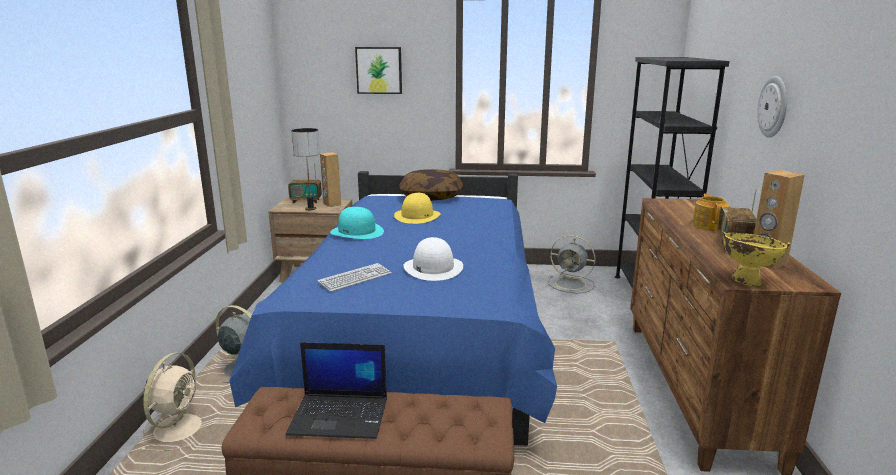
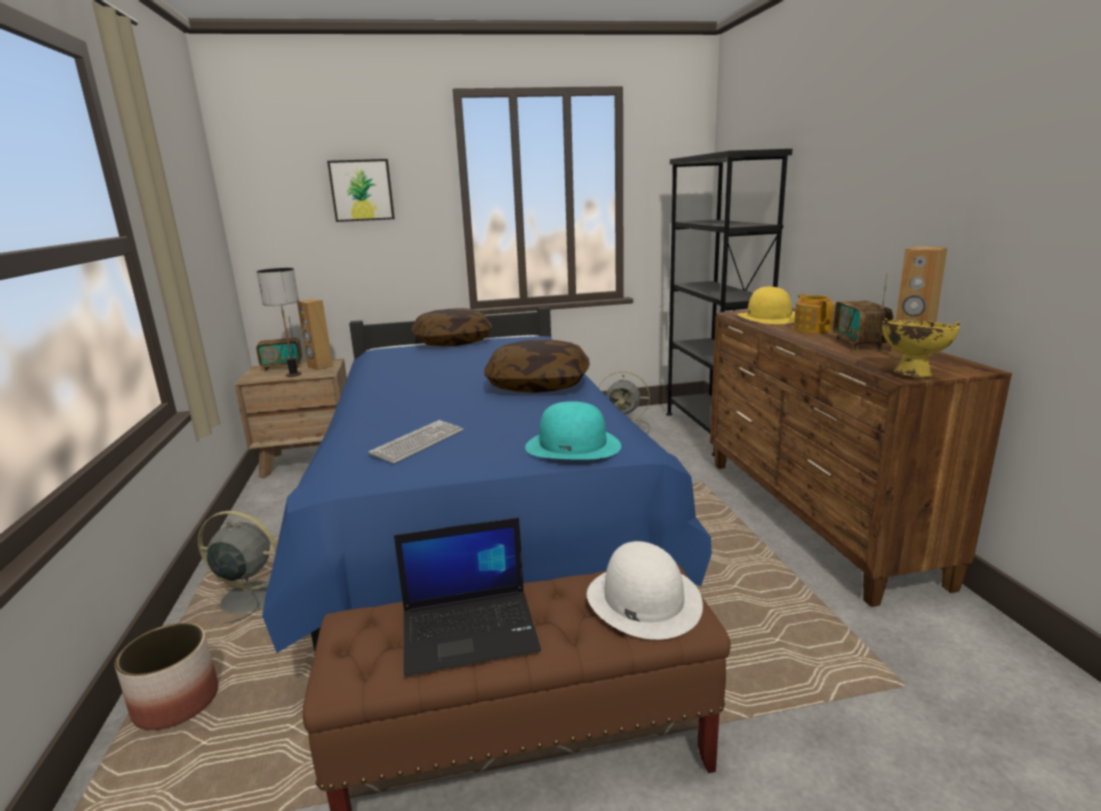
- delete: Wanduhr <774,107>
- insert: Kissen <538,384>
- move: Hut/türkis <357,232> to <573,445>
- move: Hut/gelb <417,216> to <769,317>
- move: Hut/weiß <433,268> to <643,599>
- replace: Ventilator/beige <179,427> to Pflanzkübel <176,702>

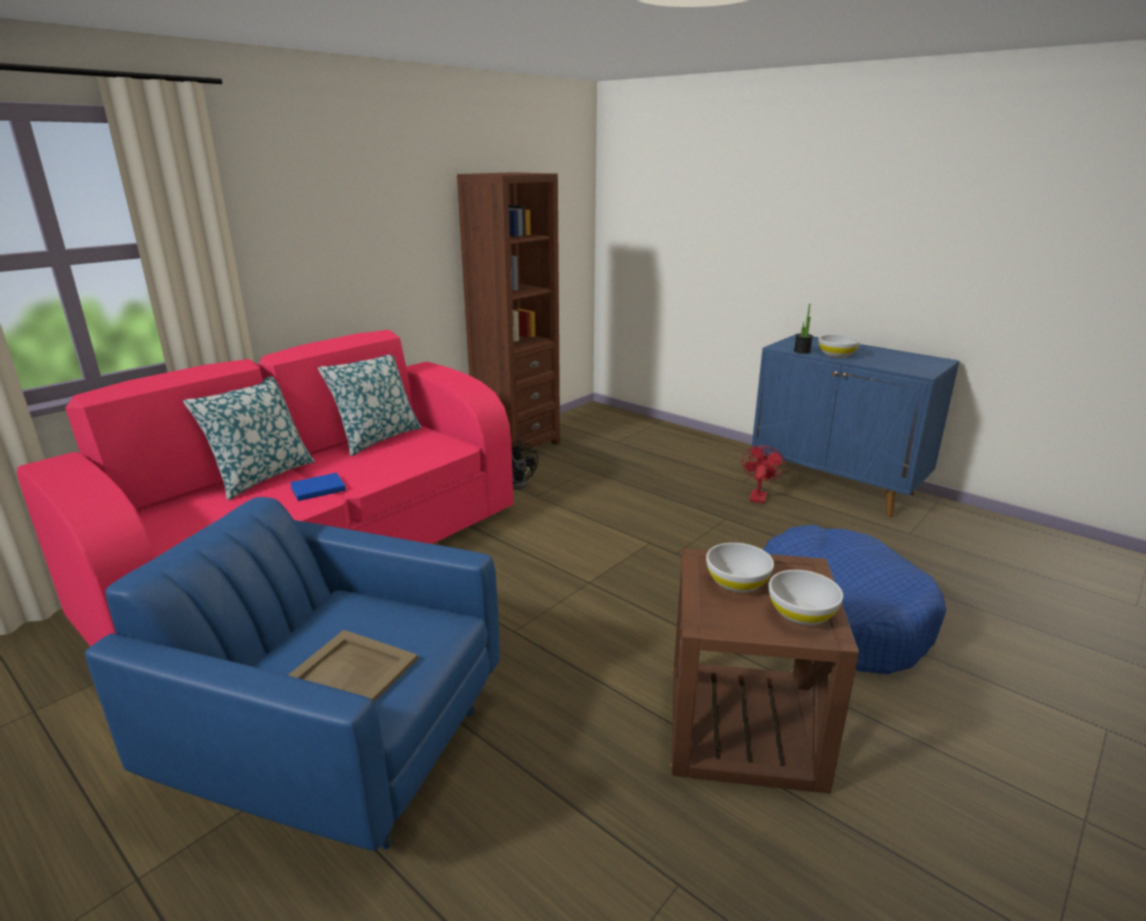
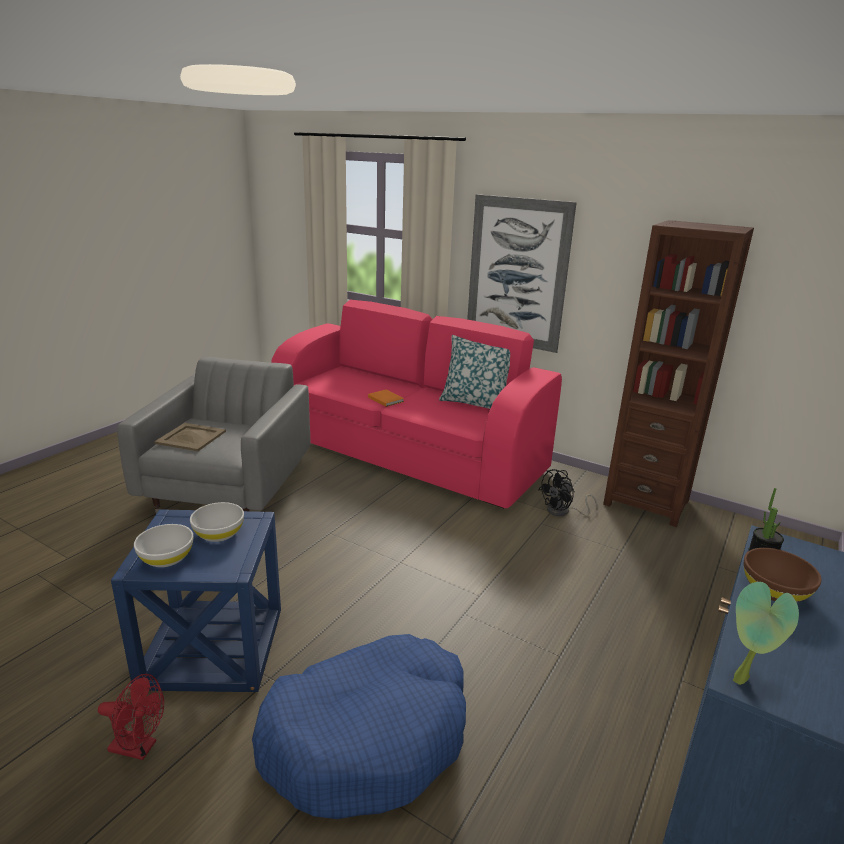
- delete: Kissen <262,476>
- insert: Bild <517,273>
- insert: Topfpflanze <743,682>
- move: Ventilator/rot <758,495> to <139,747>
- recolor: Sessel/blau <336,745> to Sessel/grau <229,490>
- recolor: Buch/blau <316,489> to Buch/orange <385,399>
- recolor: Beistelltisch/braun <743,726> to Beistelltisch/blau <213,647>
- recolor: Schüssel/weiß <836,355> to Schüssel/braun <774,591>

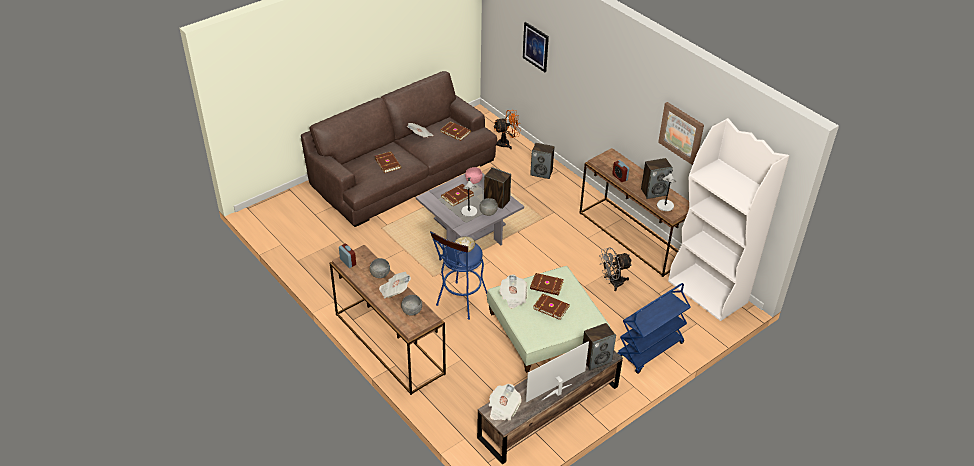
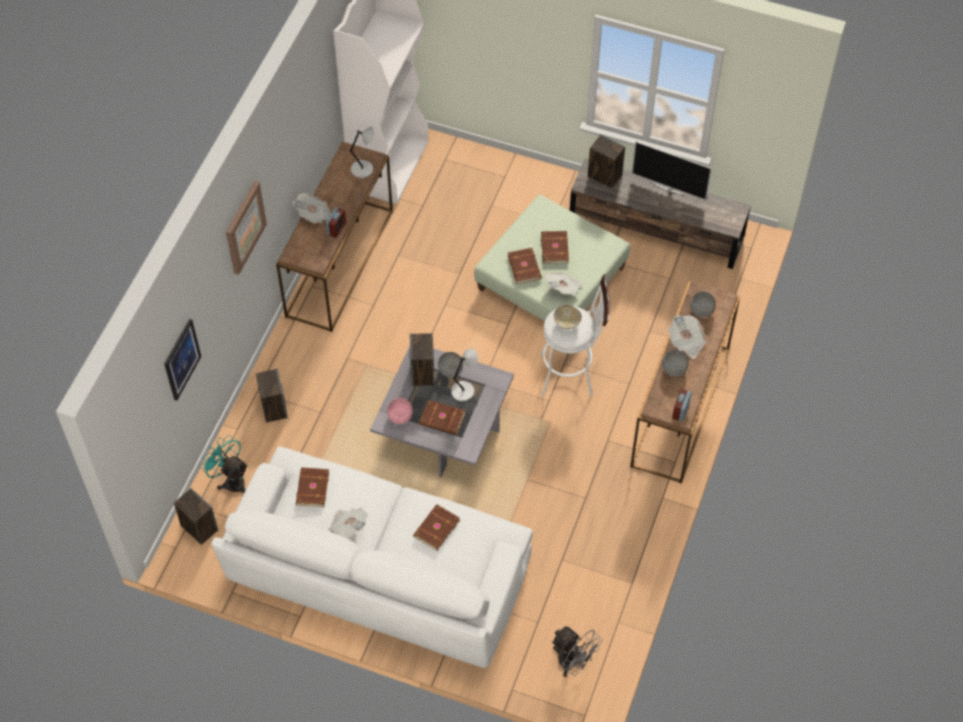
- delete: Rollwagen/blau <650,350>
- move: Zeitung <503,409> to <314,215>
- move: Ventilator/grau <612,283> to <573,663>
- move: Lautsprecher <654,192> to <199,528>
- move: Bild <681,133> to <244,227>
- recolor: Sofa/braun <403,172> to Sofa/weiß <378,571>
- recolor: Hocker/blau <460,303> to Hocker/weiß <572,374>
- recolor: Ventilator/orange <506,143> to Ventilator/türkis <231,480>

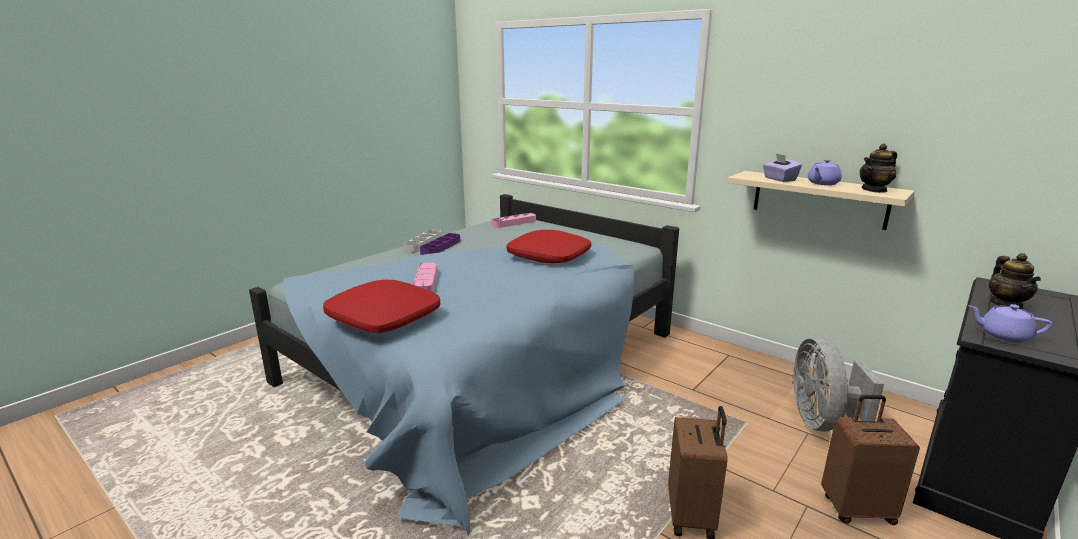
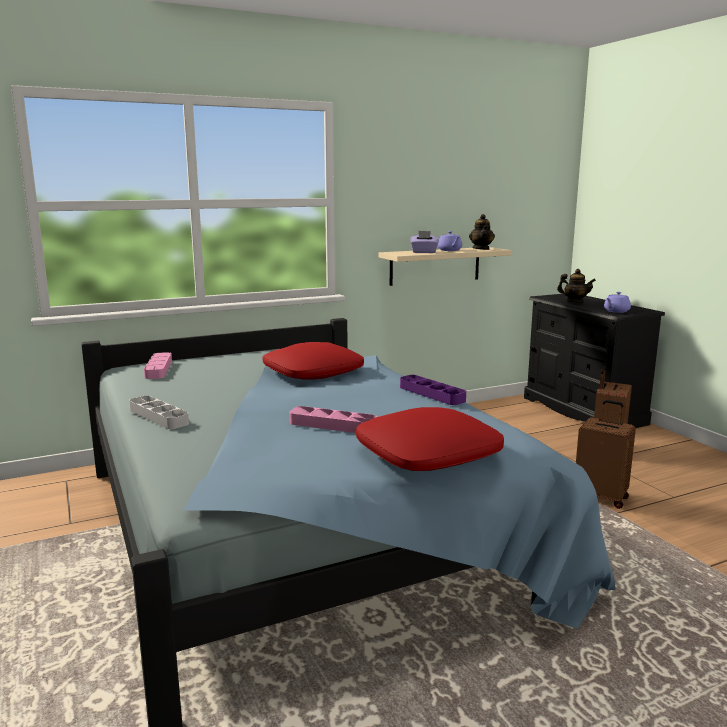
- delete: Ventilator/grau <821,421>
- move: Tablett/lila <441,247> to <431,394>

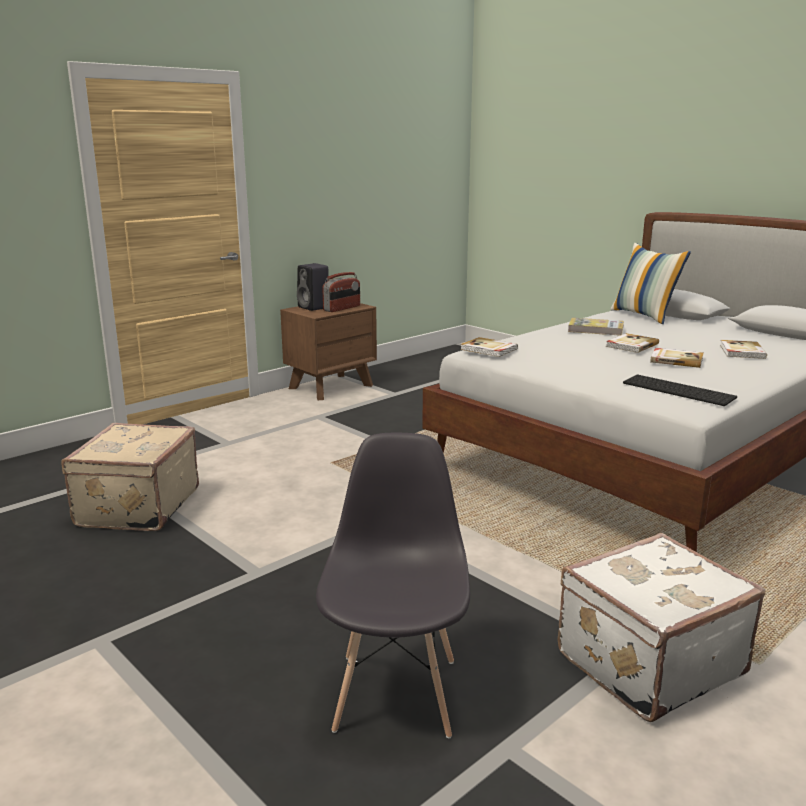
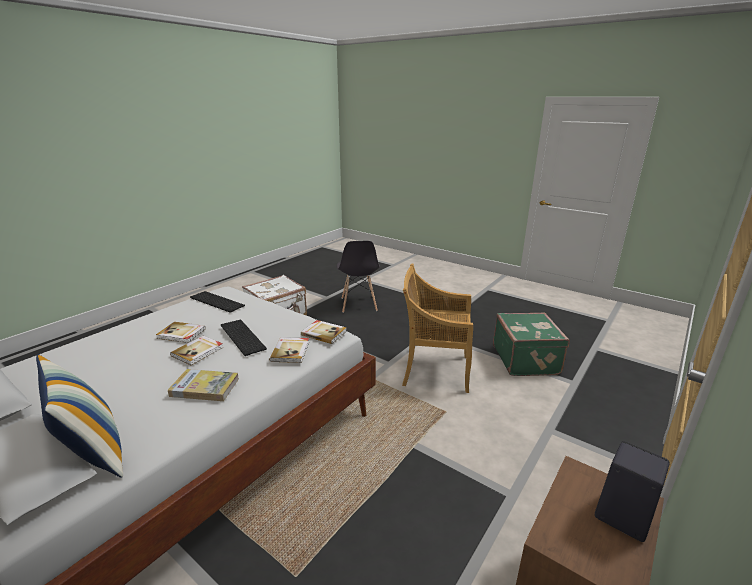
- delete: Radio <342,308>
- insert: Tastatur <241,337>
- insert: Stuhl/beige <434,370>
- move: Buch <741,351> to <291,351>
- recolor: Koffer/beige <136,507> to Koffer/grün <526,360>

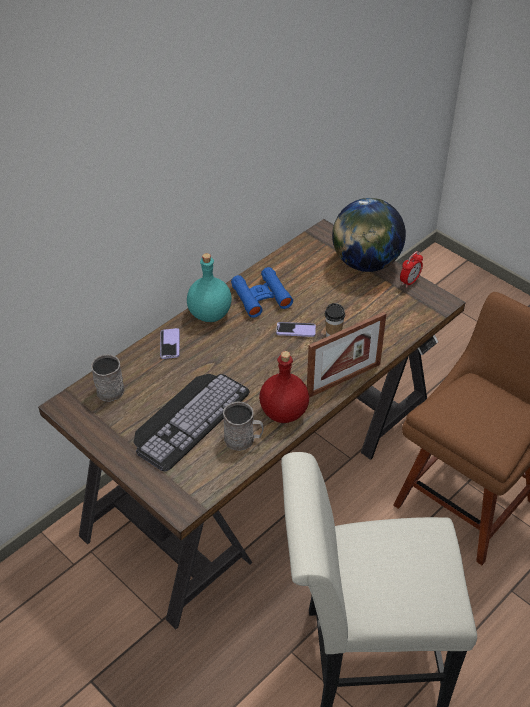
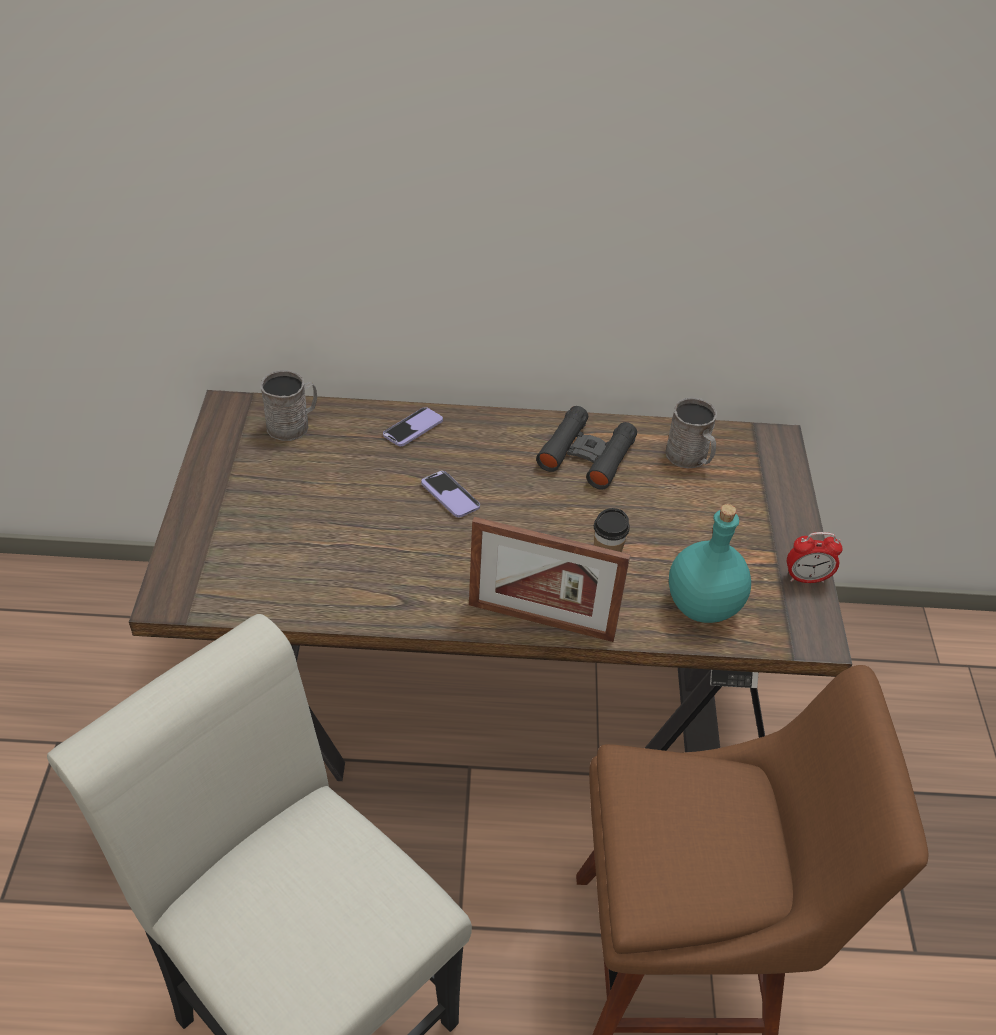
- delete: Tastatur <188,416>
- delete: Flasche/rot <284,412>
- delete: Globus <365,263>
- move: Flasche/türkis <209,314> to <702,604>
- move: Henkelbecher/grau <243,439> to <690,458>
- move: Handy <296,330> to <450,495>
- recolor: Fernglas/blau <261,297> to Fernglas/schwarz <586,455>

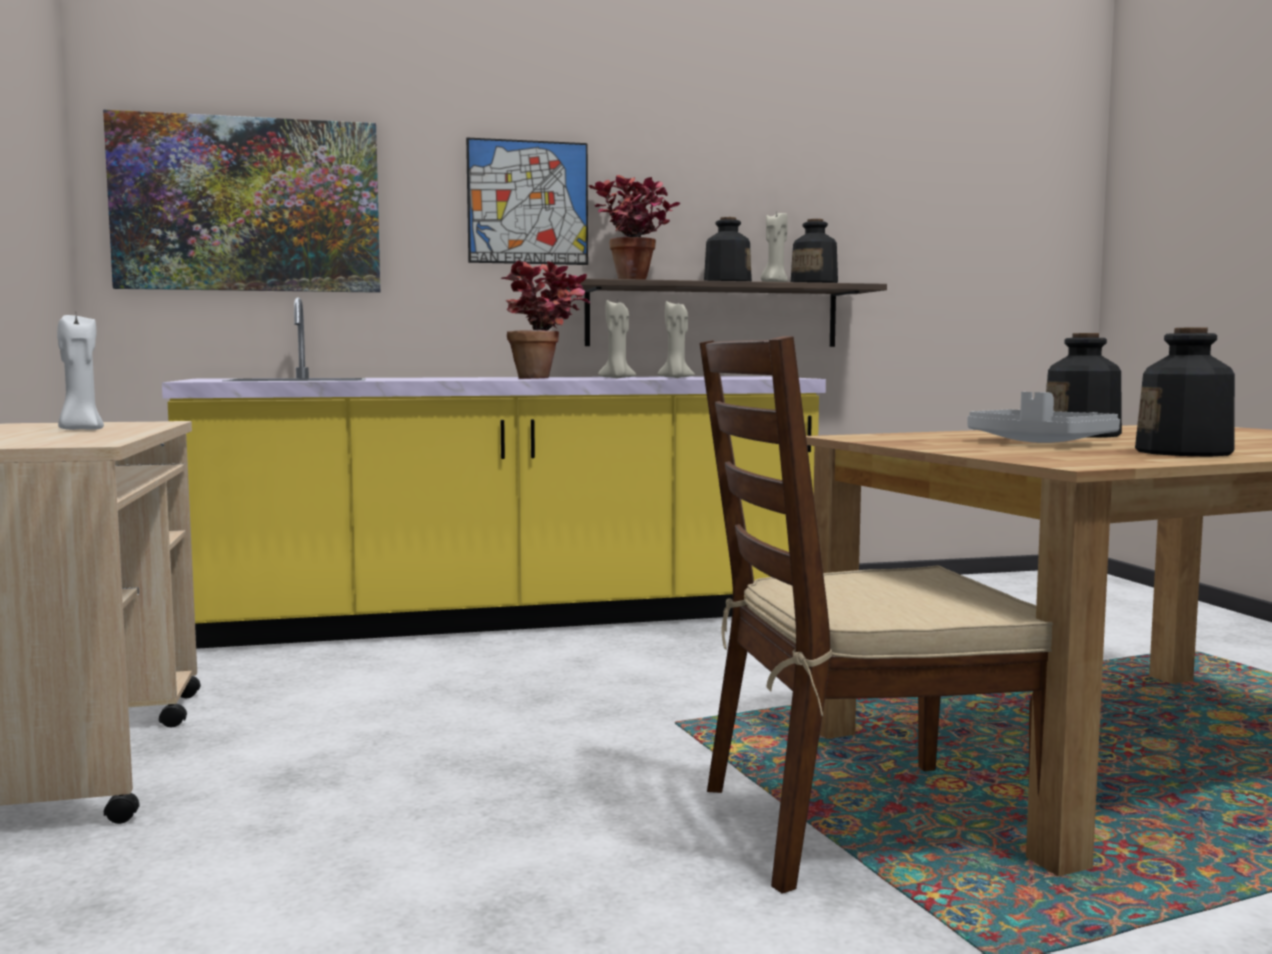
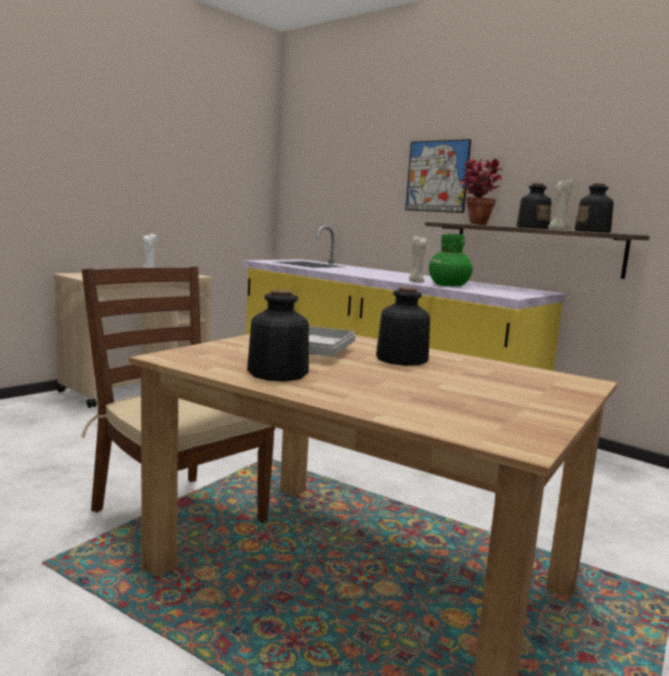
- delete: Bild <248,205>
- delete: Topfpflanze <546,378>
- replace: Kerze/beige <676,378> to Vase/grün <448,286>

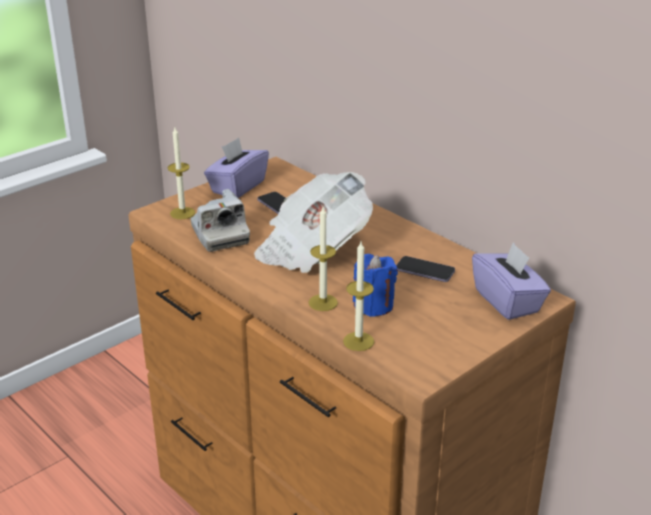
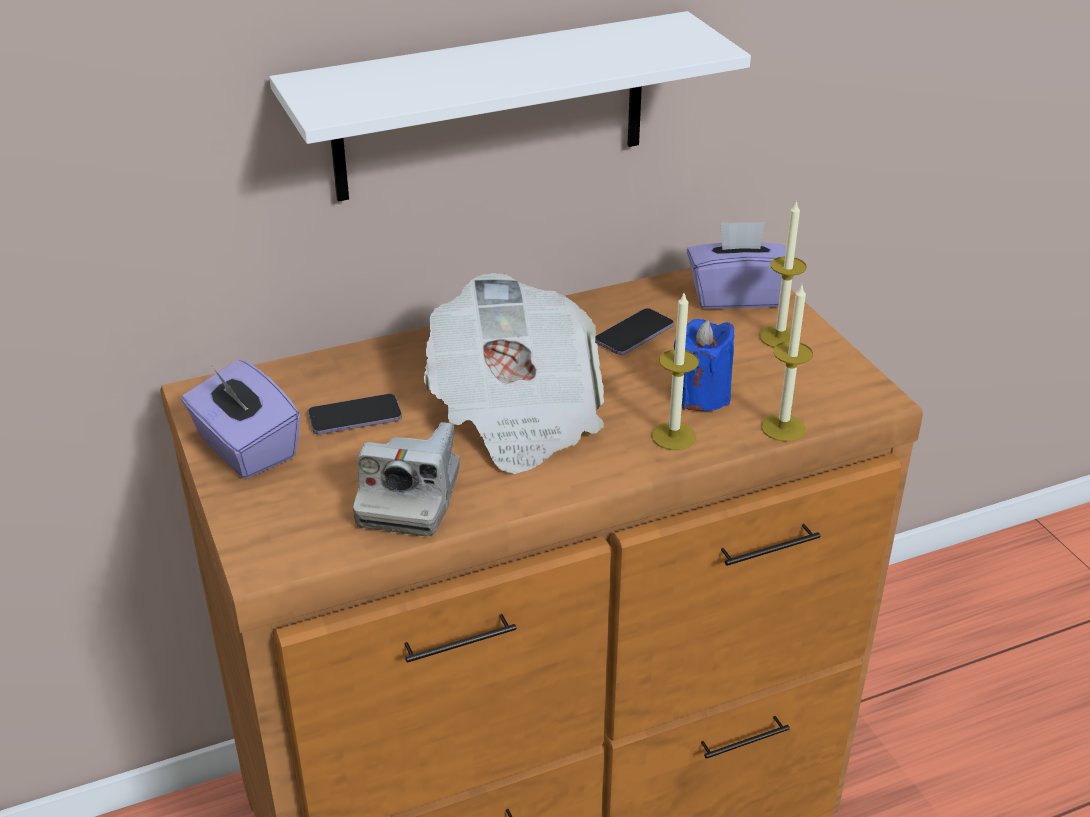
- insert: Wandregal/weiß <490,107>
- move: Kerze <182,213> to <779,337>
- rotate: Kamera <219,235> = <409,499> 105 degrees clockwise

